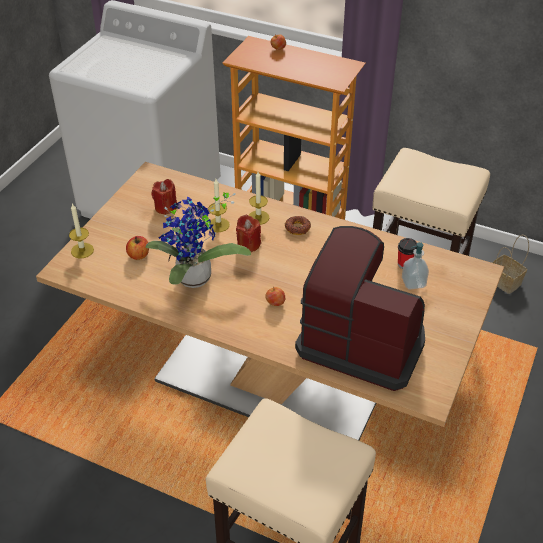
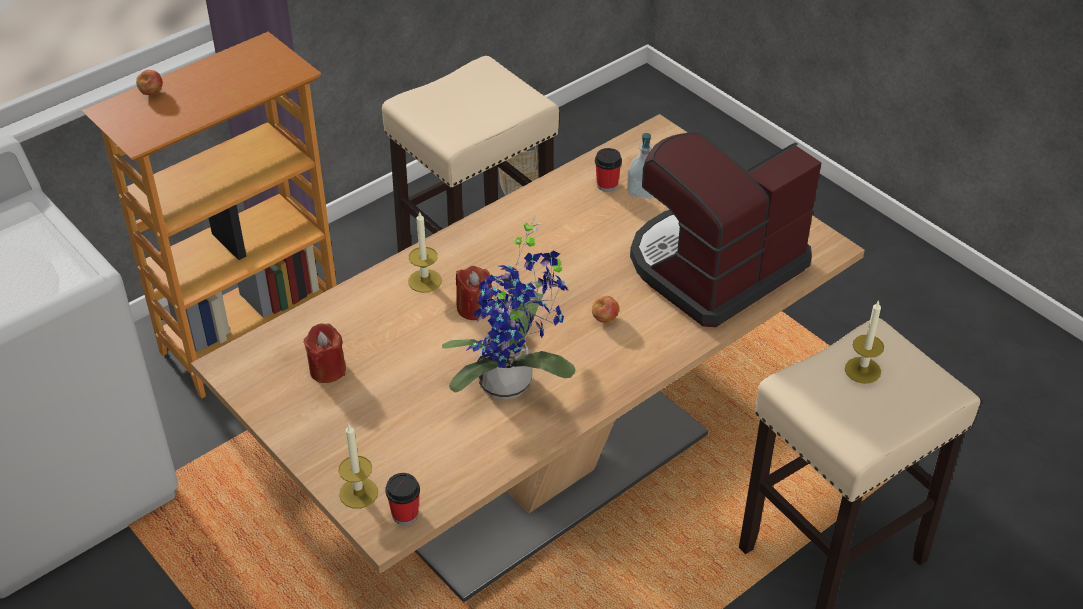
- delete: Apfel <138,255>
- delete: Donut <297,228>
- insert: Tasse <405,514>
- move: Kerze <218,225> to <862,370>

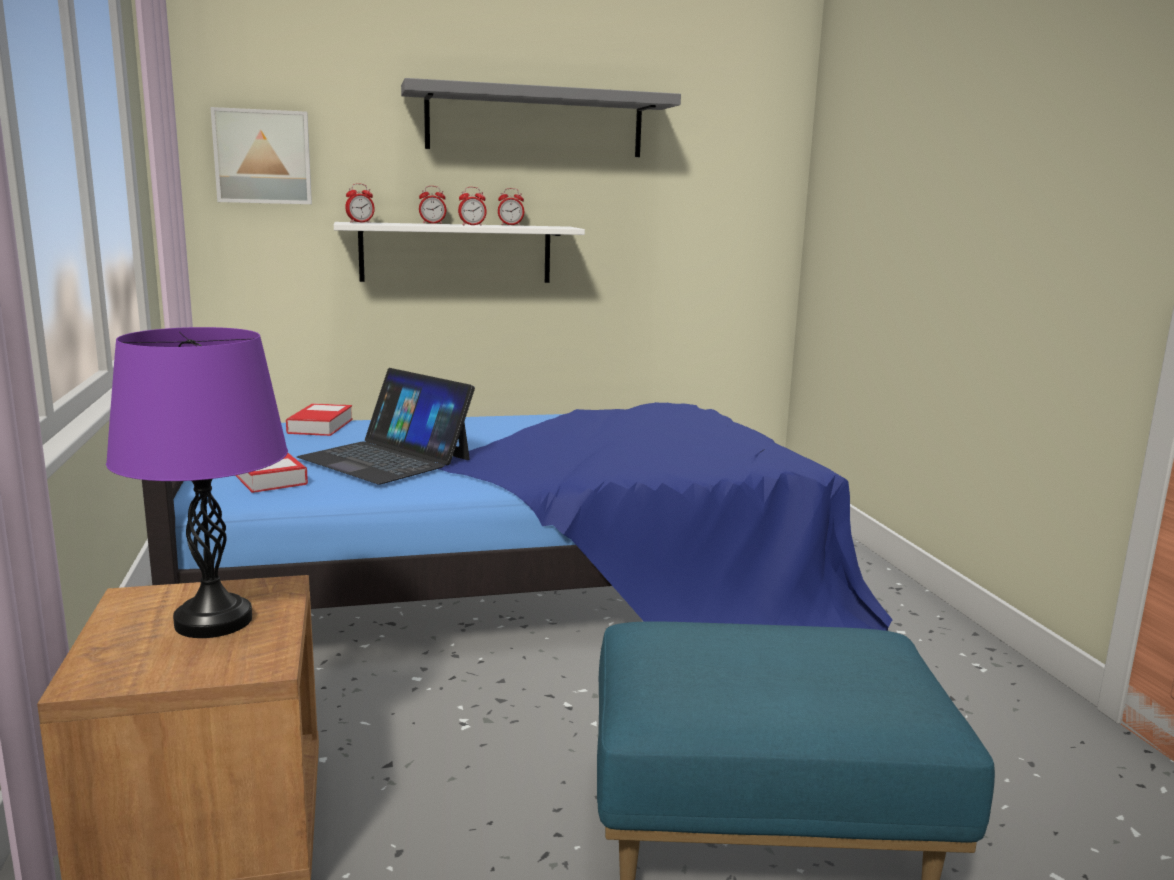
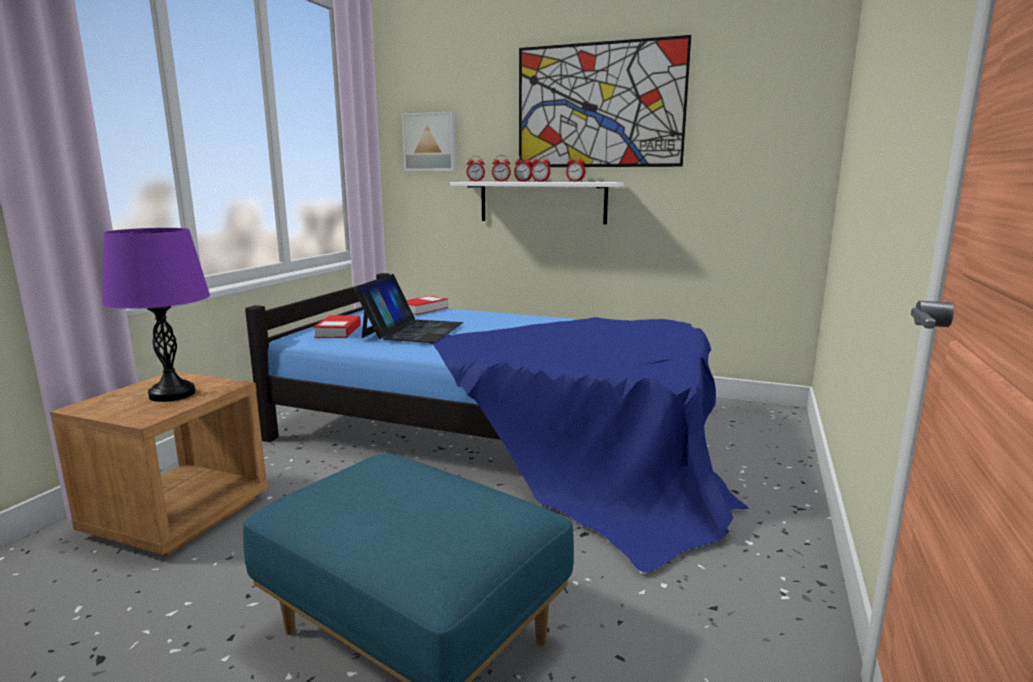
- insert: Wecker <501,181>
- replace: Wandregal/grau <535,122> to Bild <599,106>
- rotate: Laptop <386,458> = <412,330> 150 degrees counterclockwise

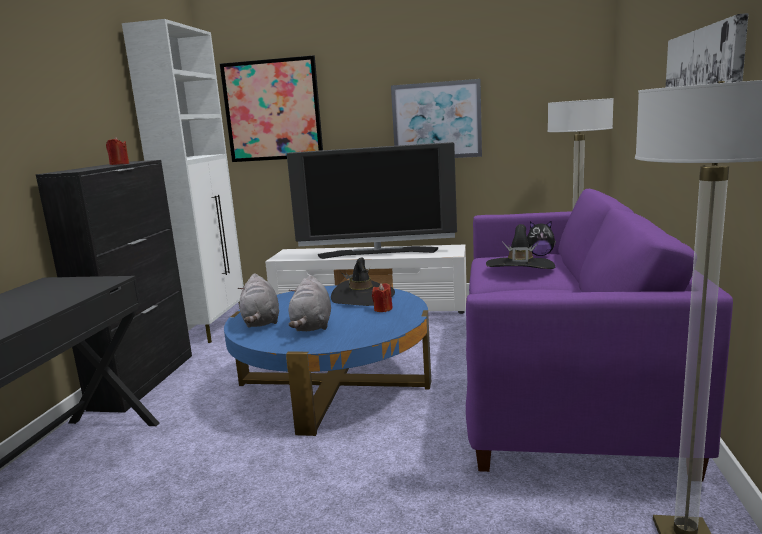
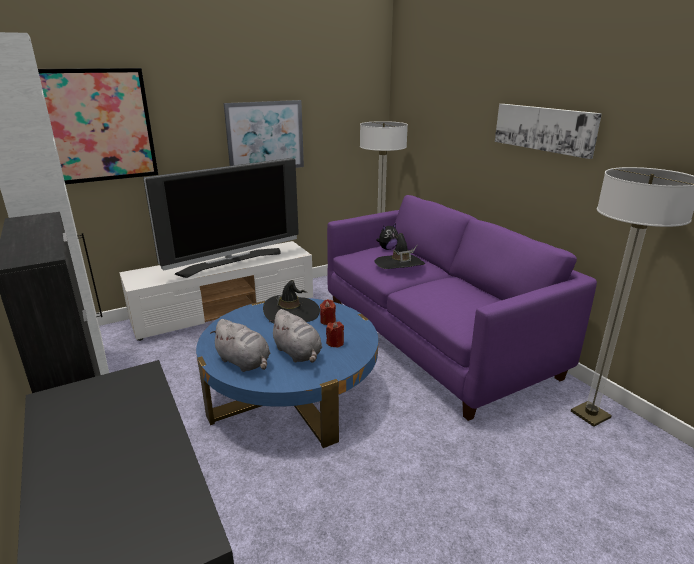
- move: Kerze/rot <119,164> to <335,343>

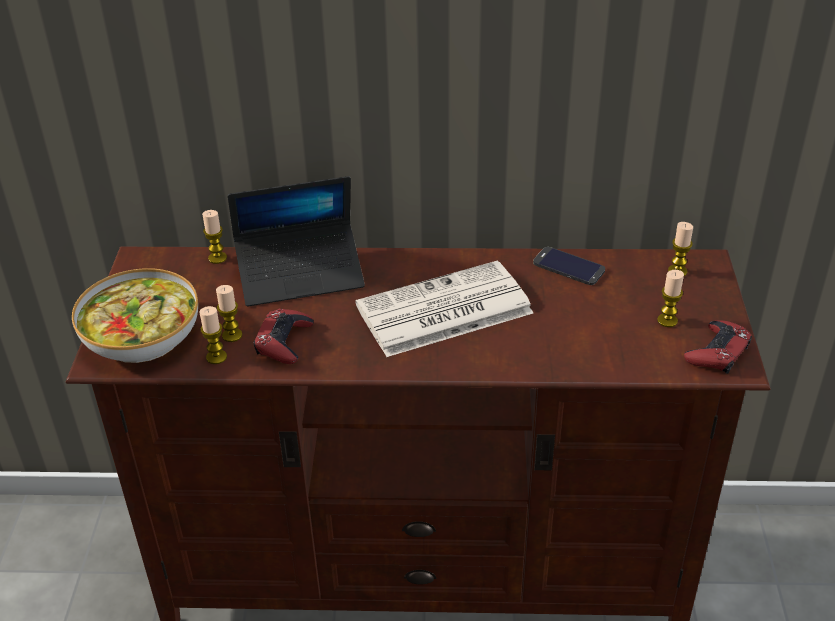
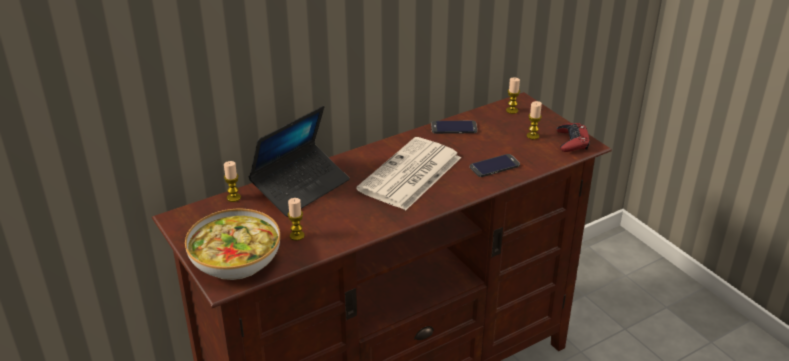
- delete: Kerze <216,357>
- delete: Gamepad/rot <284,341>
- insert: Handy <494,166>

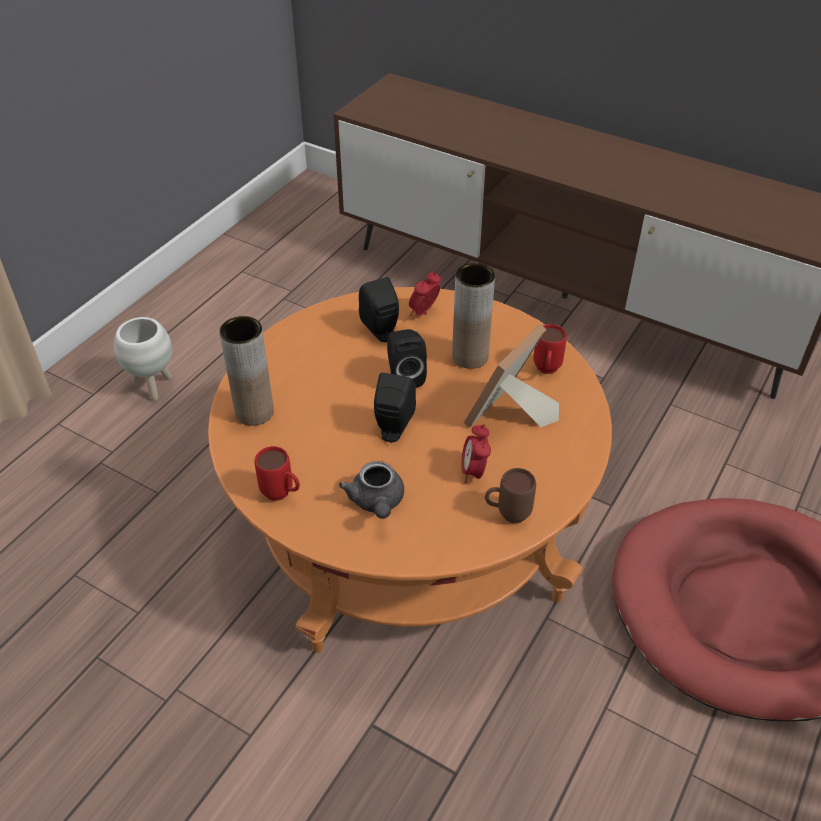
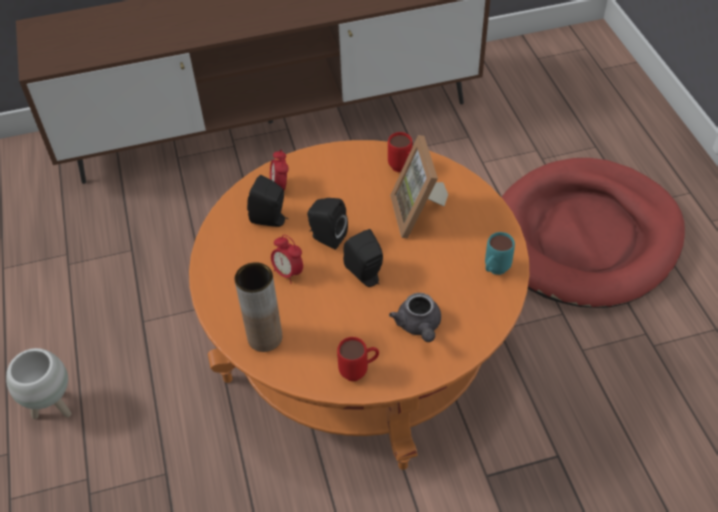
- delete: Vase/braun <470,356>
- move: Wecker <474,472> to <288,273>
- recolor: Henkelbecher/braun <507,514> to Henkelbecher/türkis <494,271>
- rotate: Teekanne/grau <377,502> = <419,326> 45 degrees clockwise

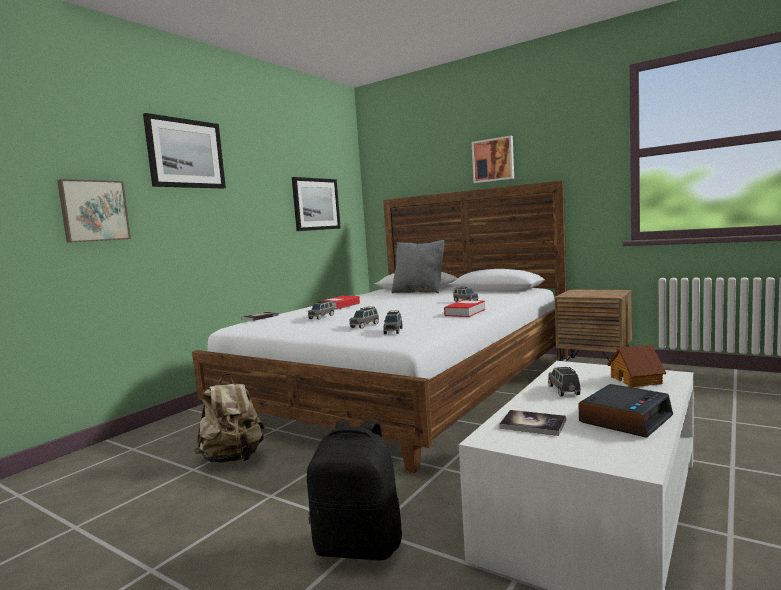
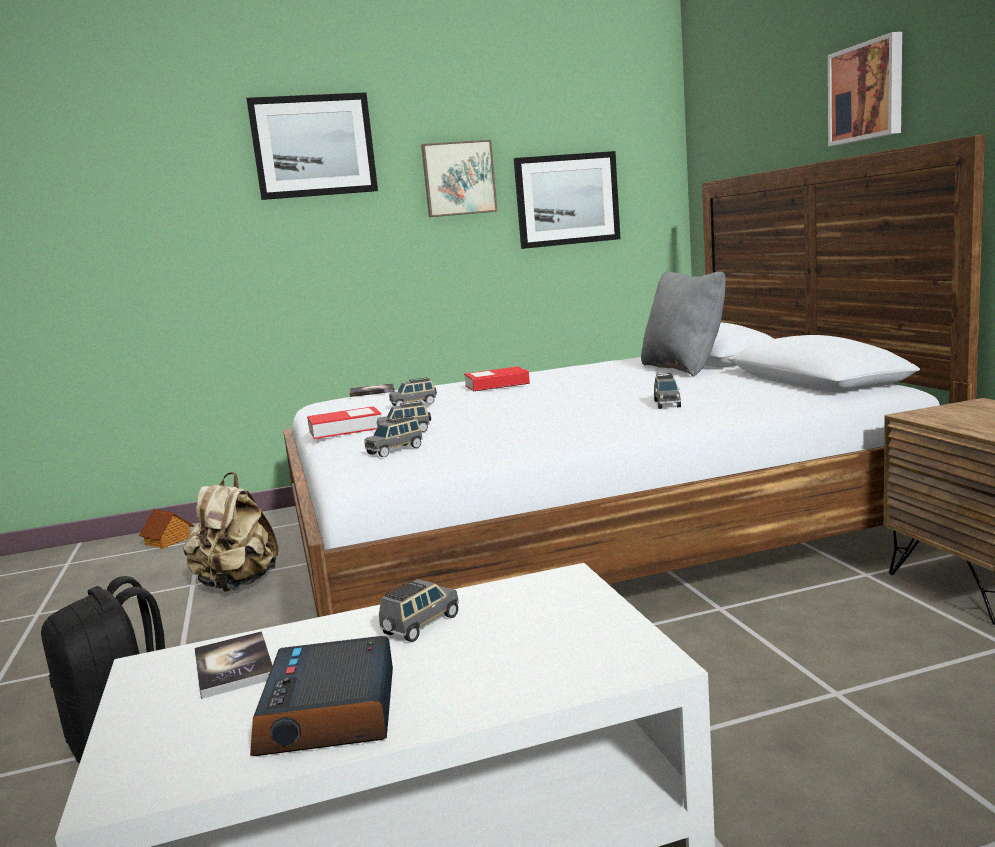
- move: Bild <94,211> to <458,179>
- move: Buch <465,312> to <345,429>
- move: Spielzeughaus <636,380> to <168,541>
- rotate: Wecker <625,419> = <330,713> 90 degrees clockwise

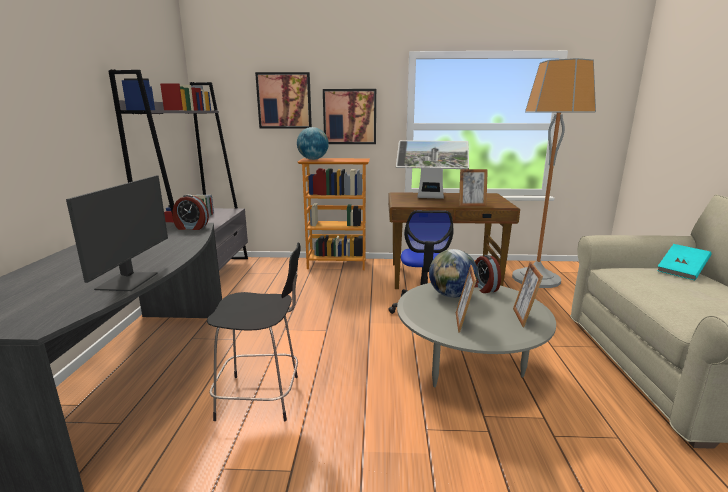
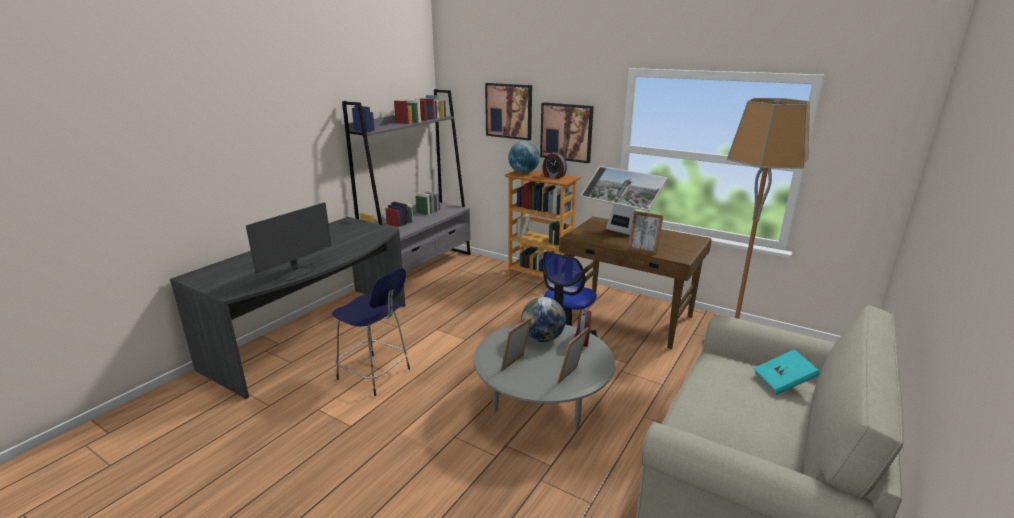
- move: Wecker <191,227> to <553,176>
- recolor: Hocker/schwarz <262,397> to Hocker/blau <376,375>

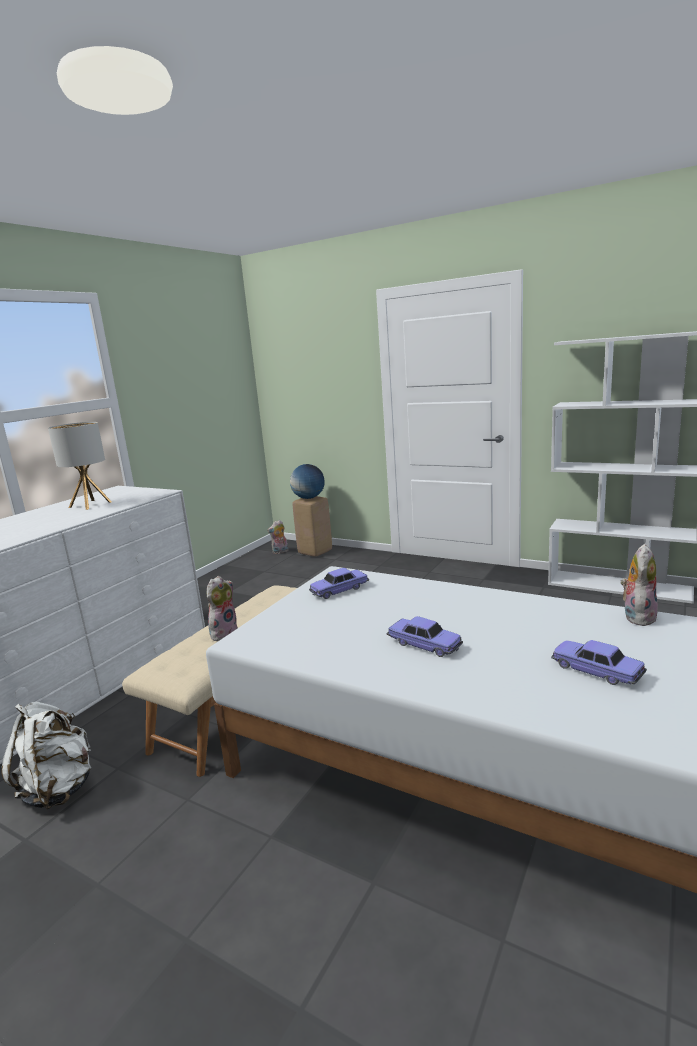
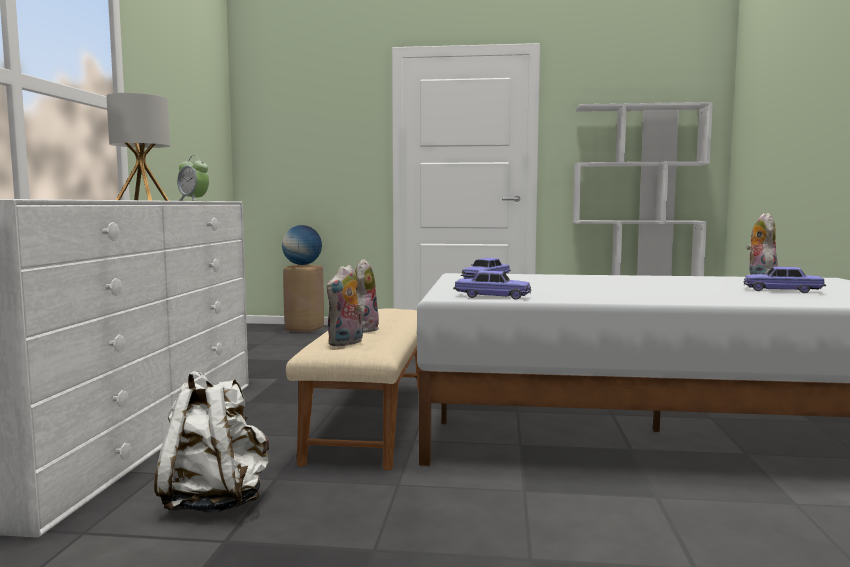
- insert: Wecker <193,200>
- move: Plüschtier <280,552> to <346,343>
- move: Spielzeugauto <424,644> to <492,296>

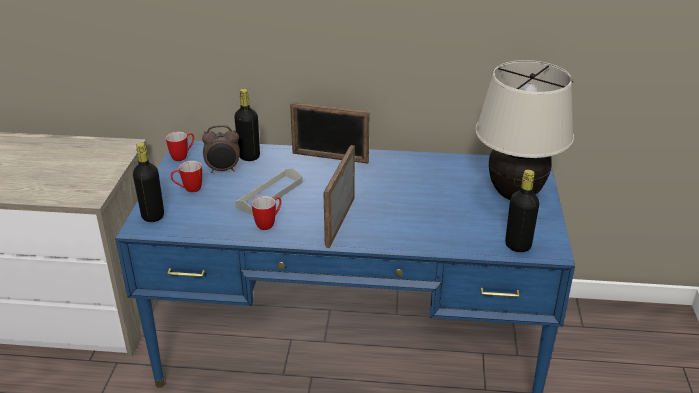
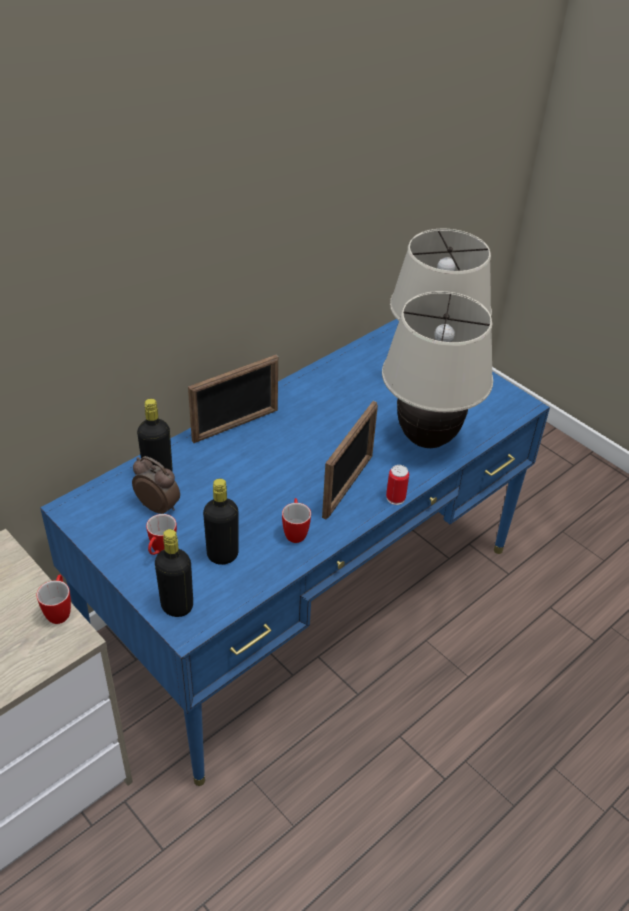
- delete: Tablett/grau <269,195>
- insert: Tischlampe/beige <426,439>
- insert: Dose <395,498>
- move: Henkelbecher <183,156> to <60,610>
- move: Flasche/schwarz <518,246> to <222,555>
- rotate: Wecker <223,170> = <158,507> 90 degrees counterclockwise
- rotate: Bilderrahmen <340,221> = <348,486> 120 degrees counterclockwise

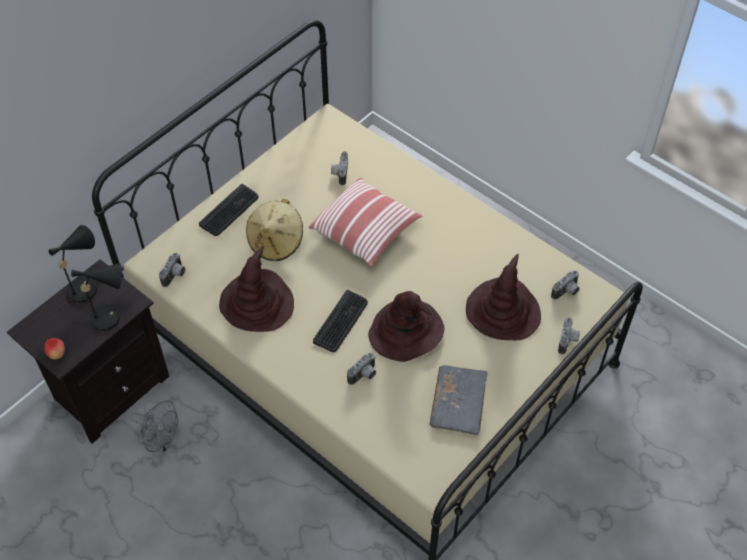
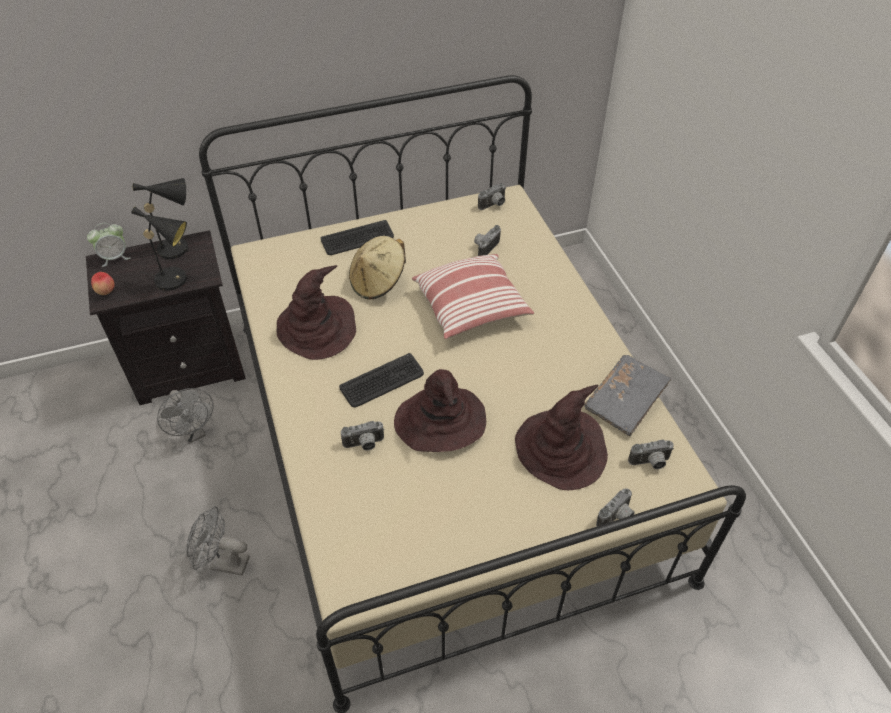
- insert: Wecker <114,257>
- insert: Ventilator/grau <223,563>
- move: Kamera <175,276> to <493,205>
- move: Buch/grau <458,405> to <625,402>

